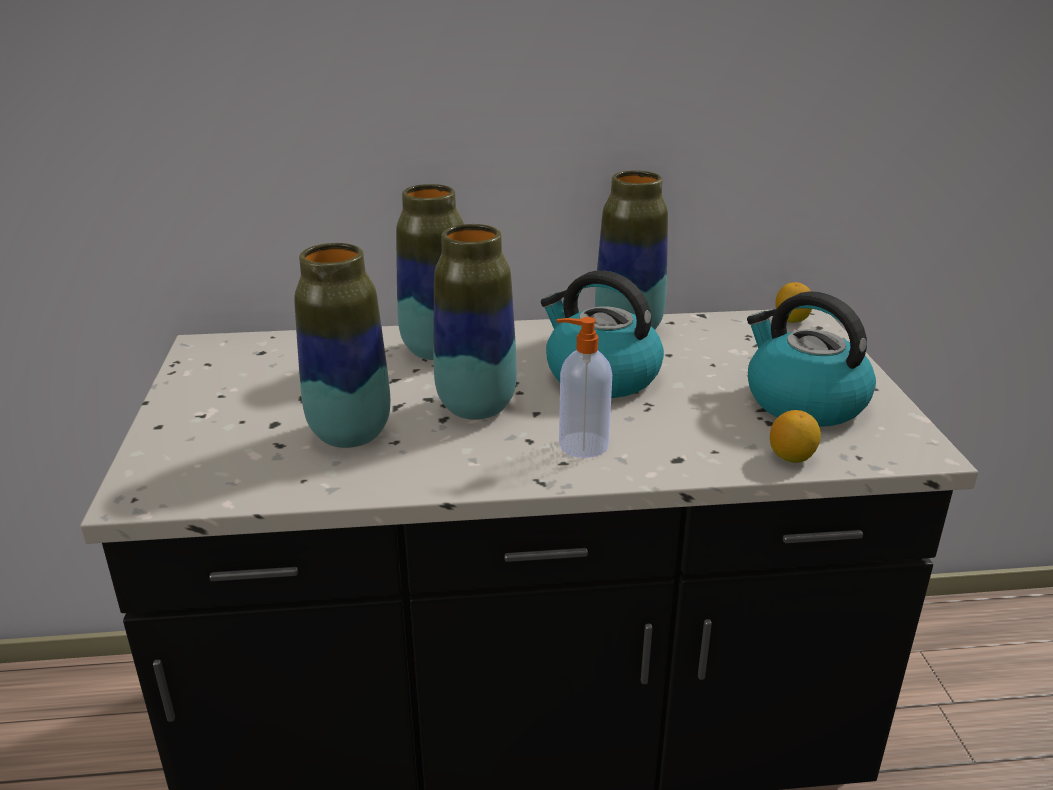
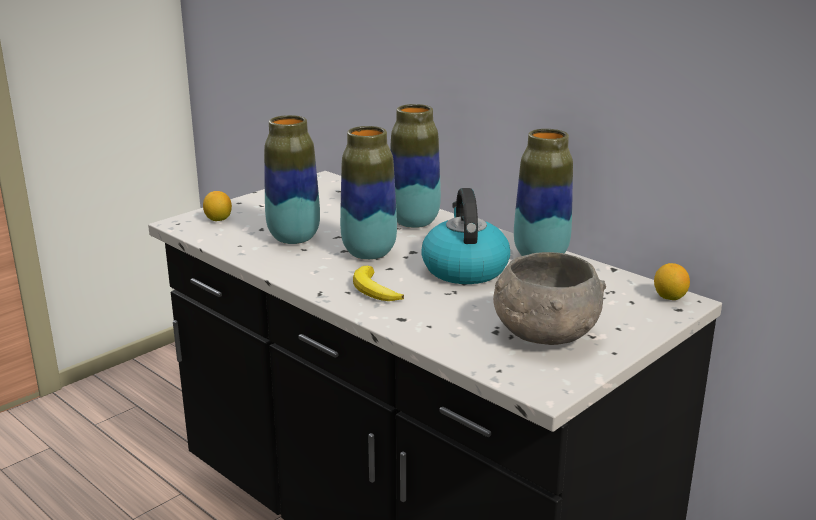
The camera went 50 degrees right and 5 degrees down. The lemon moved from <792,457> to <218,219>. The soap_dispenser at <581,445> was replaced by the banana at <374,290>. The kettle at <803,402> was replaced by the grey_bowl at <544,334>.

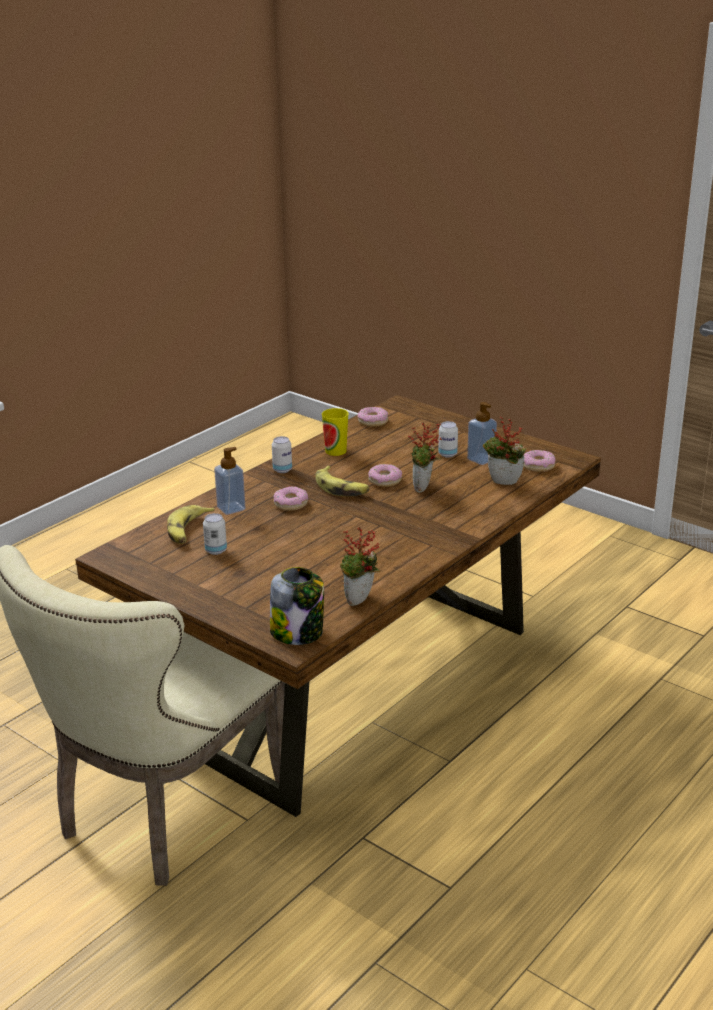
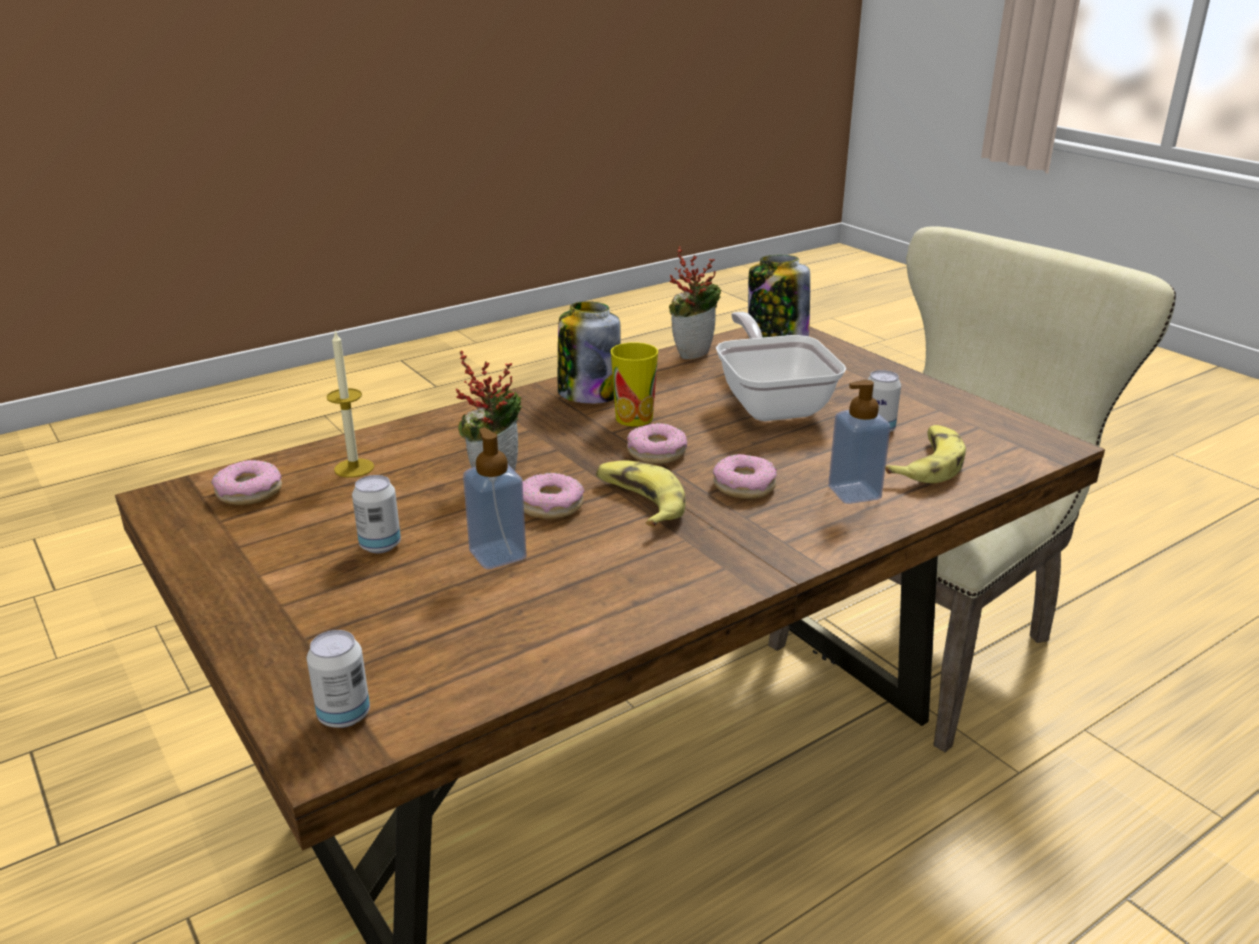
The camera went 165 degrees left and 0 degrees up. The can moved from <282,470> to <344,715>. The potted_plant at <503,484> was replaced by the candle at <354,468>. The soap_dispenser moved from <481,459> to <497,555>. The jar at <588,394> appeared. The cup moved from <335,451> to <634,418>. The donut moved from <373,421> to <656,452>. The frying_pan at <772,403> appeared.

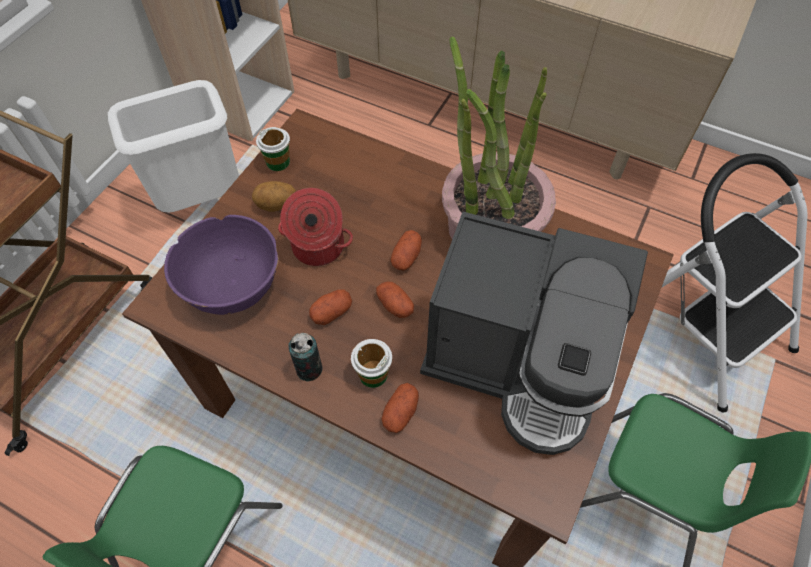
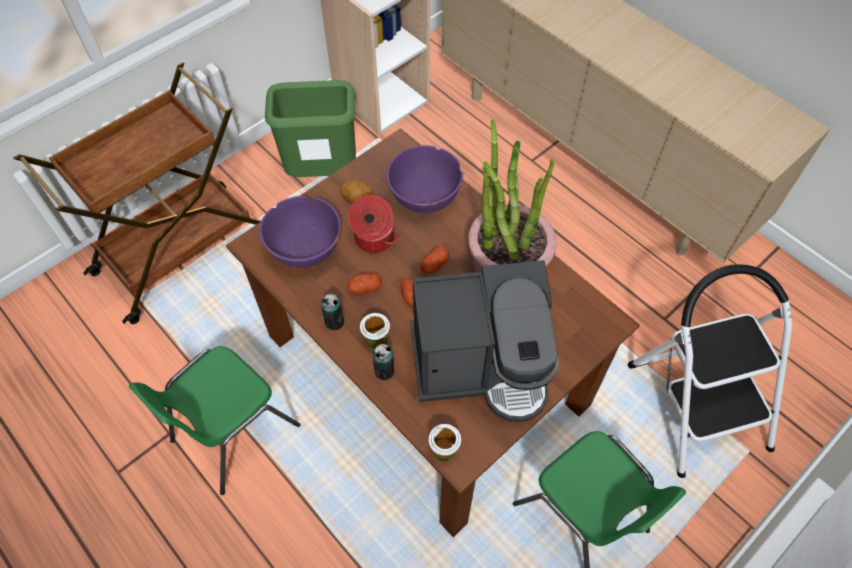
The camera went 20 degrees right and 0 degrees up. The white_trash_can at <203,201> became the green_trash_can at <323,174>. The potato at <400,412> was replaced by the can at <384,371>. The purple_bowl at <424,195> appeared. The coffee_machine at <518,362> turned 45 degrees counterclockwise. The cup moved from <278,162> to <444,450>.

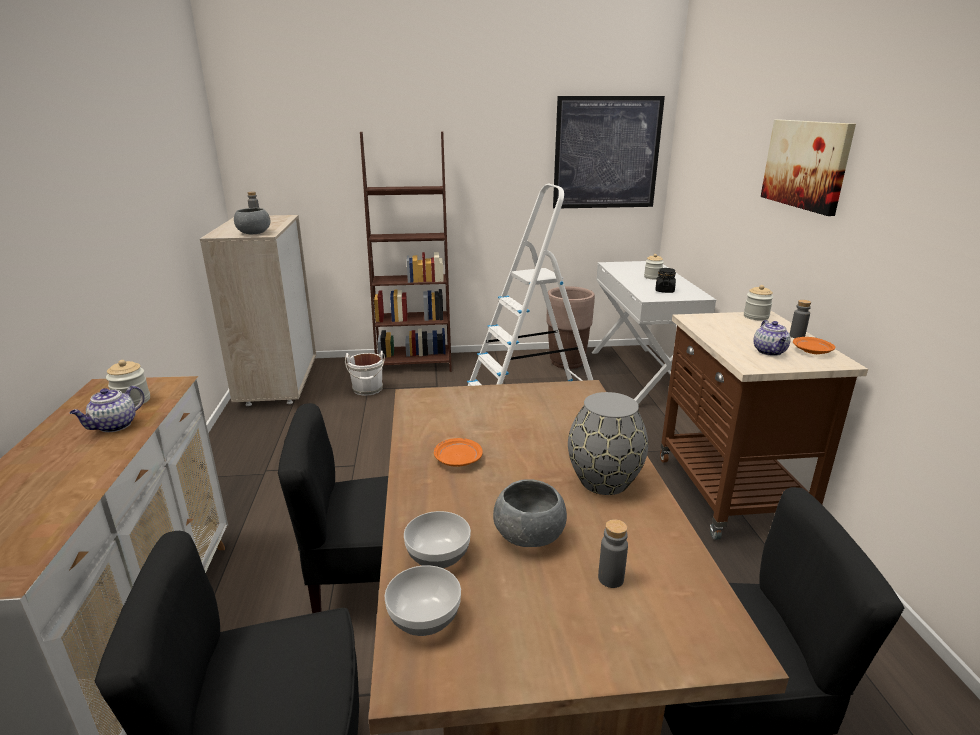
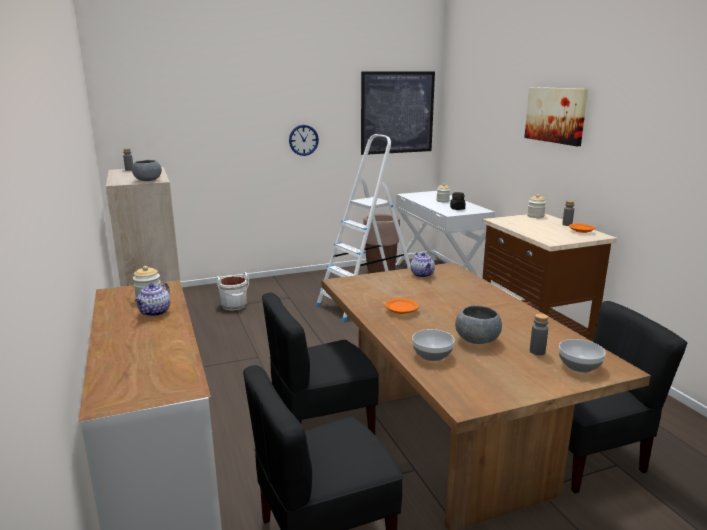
The camera went 15 degrees left and 5 degrees down. The wall_clock at <303,140> appeared. The teapot moved from <770,352> to <422,275>. The bowl moved from <425,618> to <580,366>. The brown_bookcase at <414,364> disappeared. The grey_vase at <604,480> disappeared.

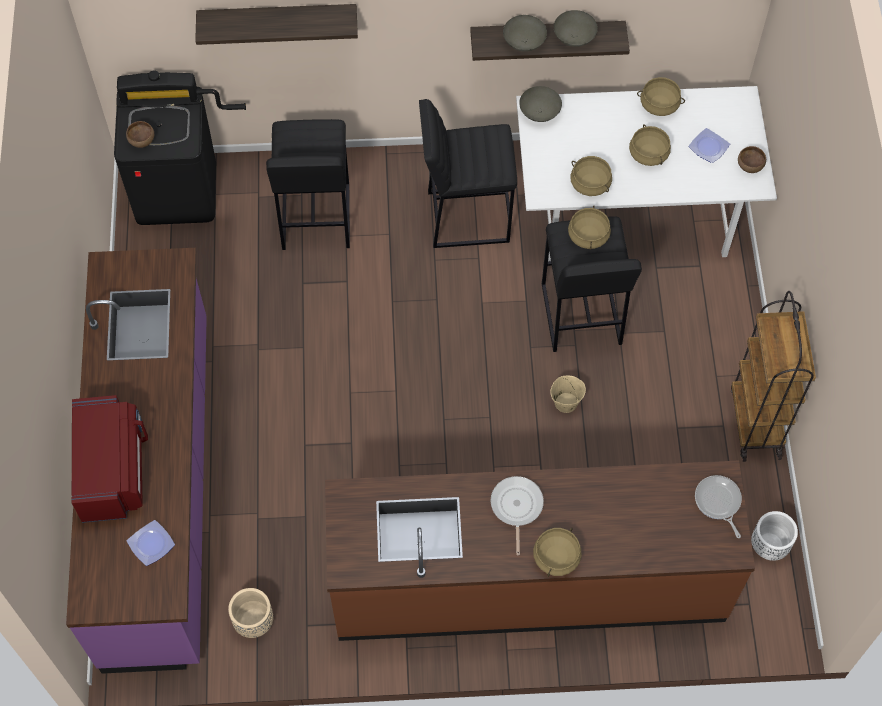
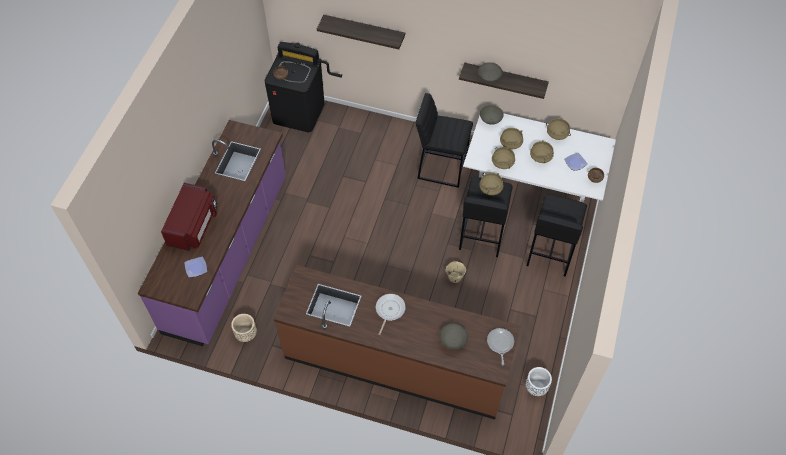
The camera went 20 degrees right and 5 degrees down. The grey_bowl moved from <574,37> to <453,340>. The beige_cooking_pot moved from <556,557> to <511,143>. The black_stool moved from <316,218> to <550,254>. The brown_cart at <756,422> disappeared.

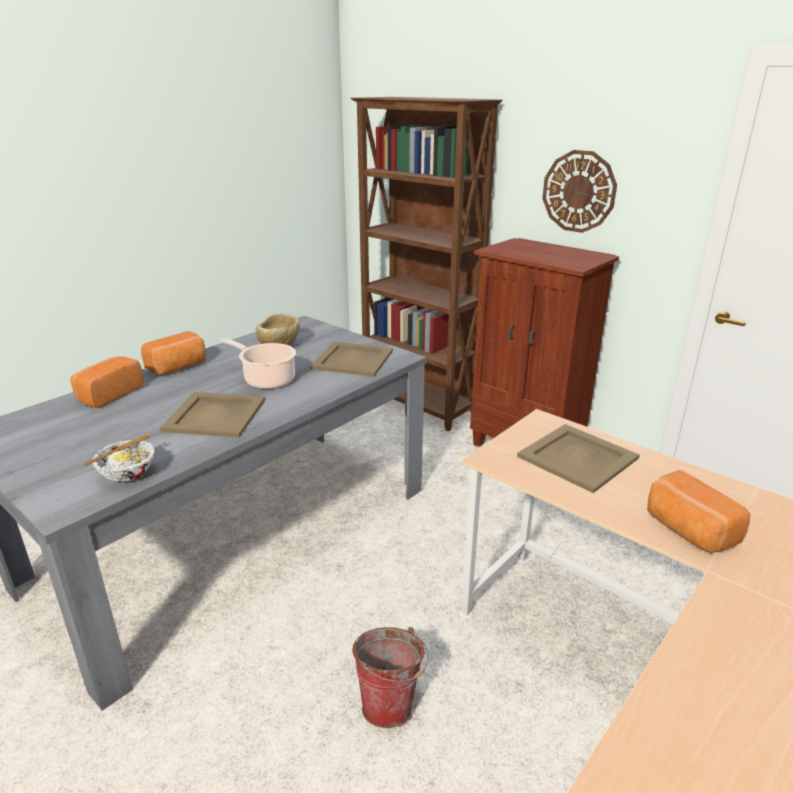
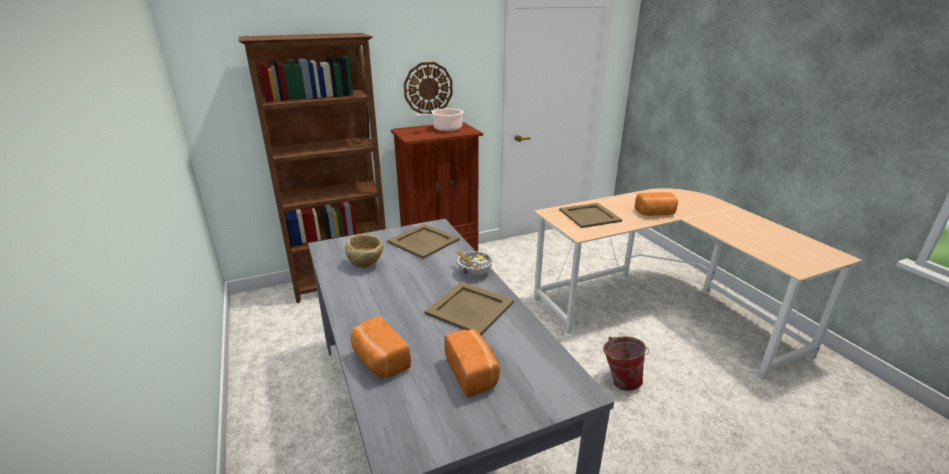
The camera went 65 degrees left and 0 degrees up. The cooking_pot moved from <267,379> to <445,129>. The bread moved from <178,367> to <473,373>. The bowl moved from <128,474> to <474,272>.

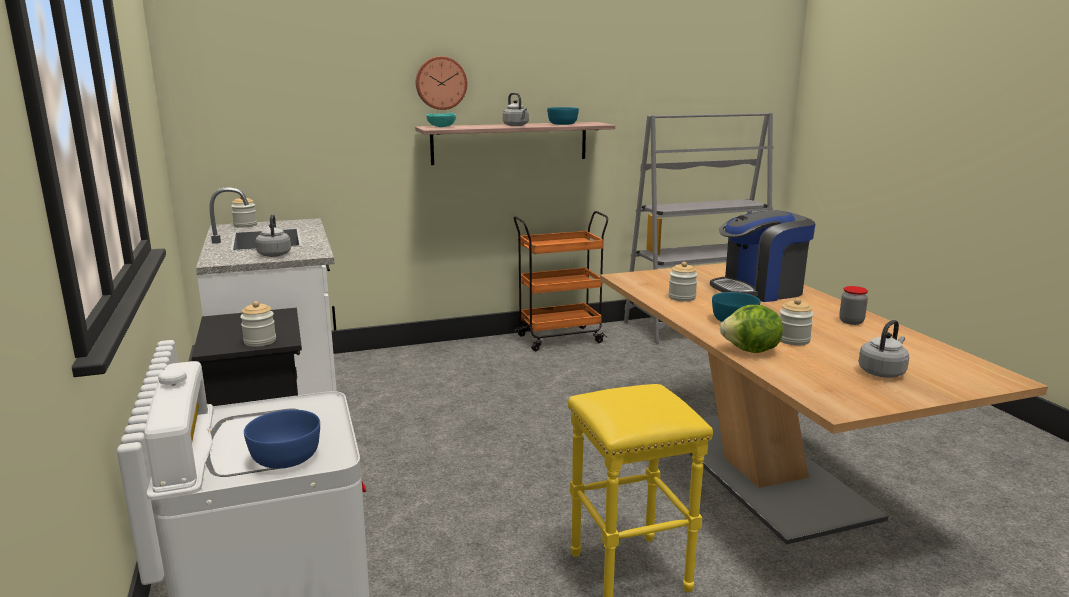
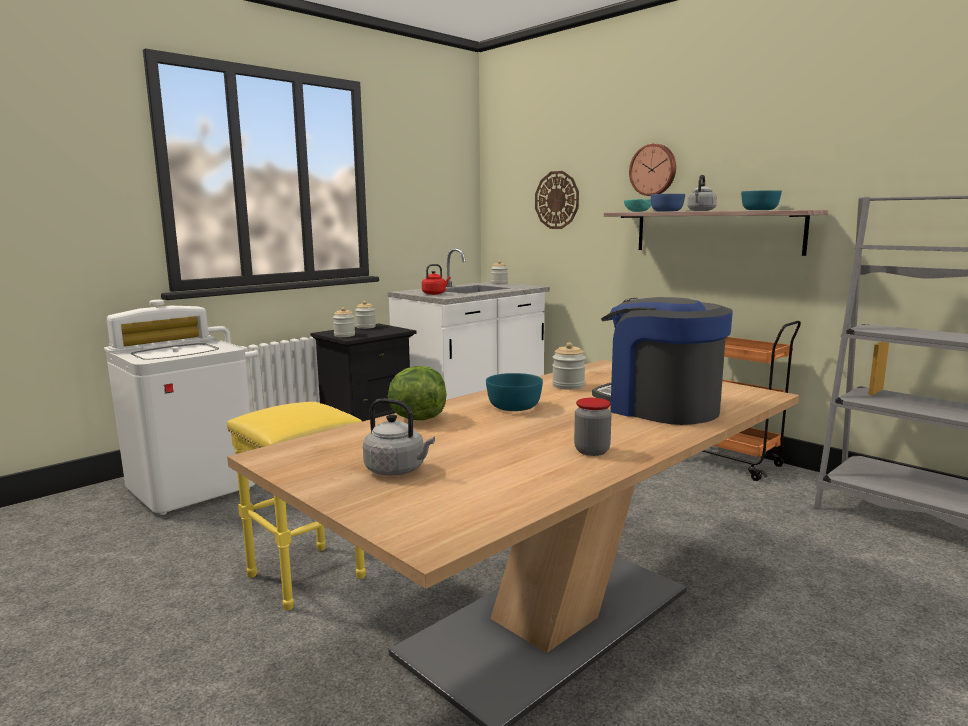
The camera went 65 degrees right and 5 degrees down. The jar moved from <793,340> to <366,327>. The grey_kettle at <274,254> became the red_kettle at <435,293>. The wall_clock at <557,200> appeared. The blue_bowl moved from <284,458> to <666,211>.

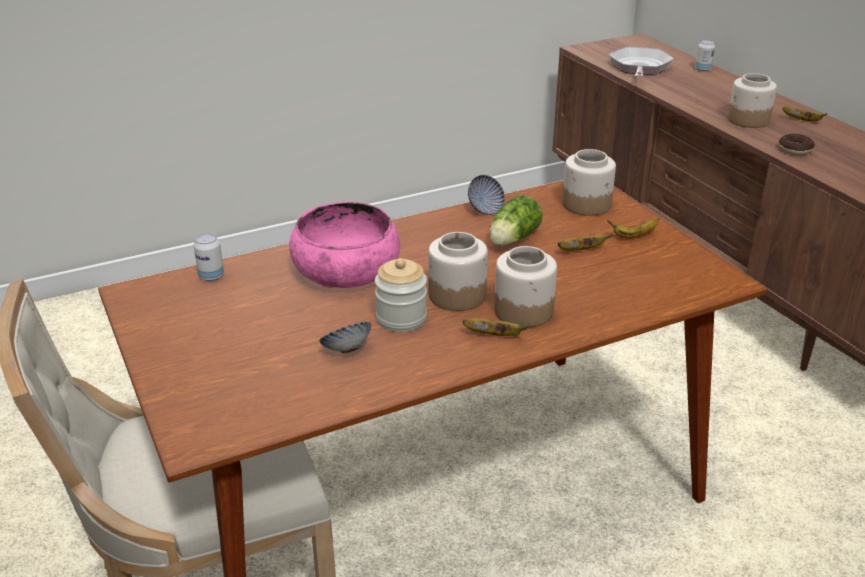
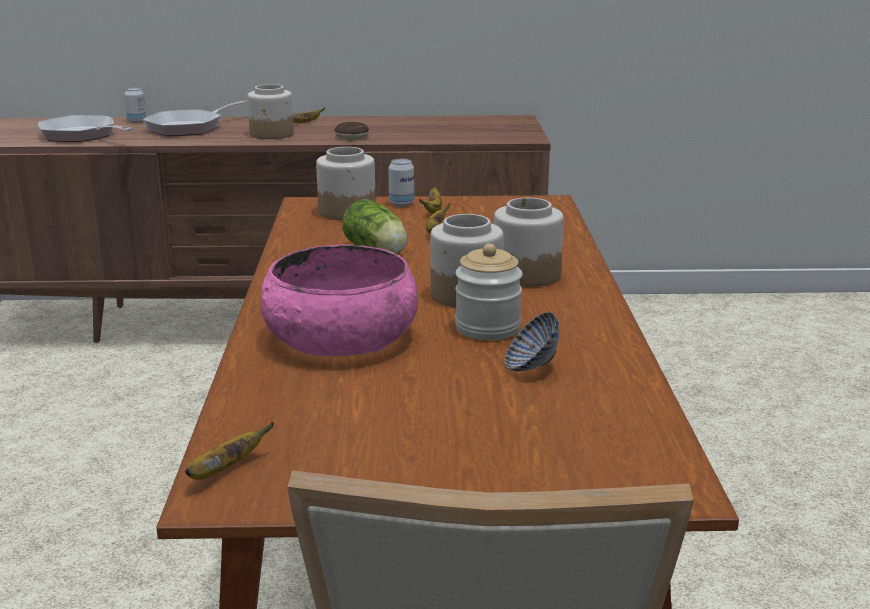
The camera went 65 degrees left and 10 degrees down. The frying_pan at <190,128> appeared. The banana moved from <494,335> to <225,470>. The can moved from <211,276> to <401,204>. The bowl at <485,209> disappeared.

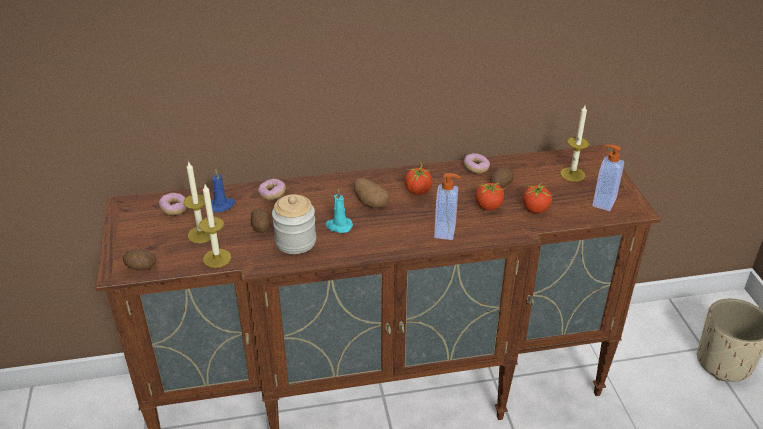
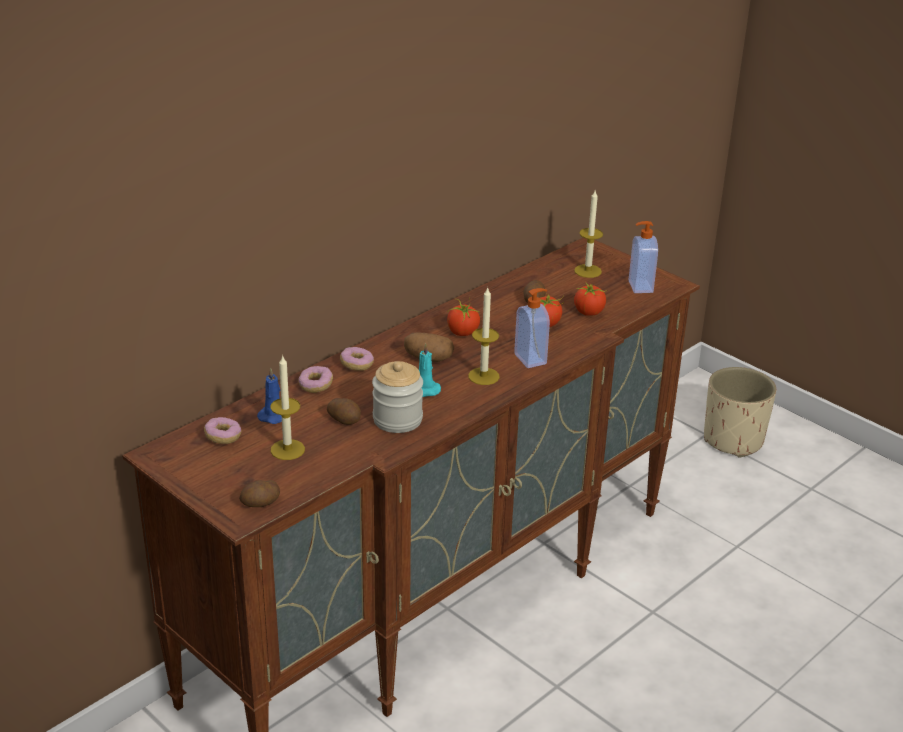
The camera went 35 degrees left and 5 degrees down. The donut moved from <476,168> to <357,365>. The candle moved from <217,258> to <483,376>.

